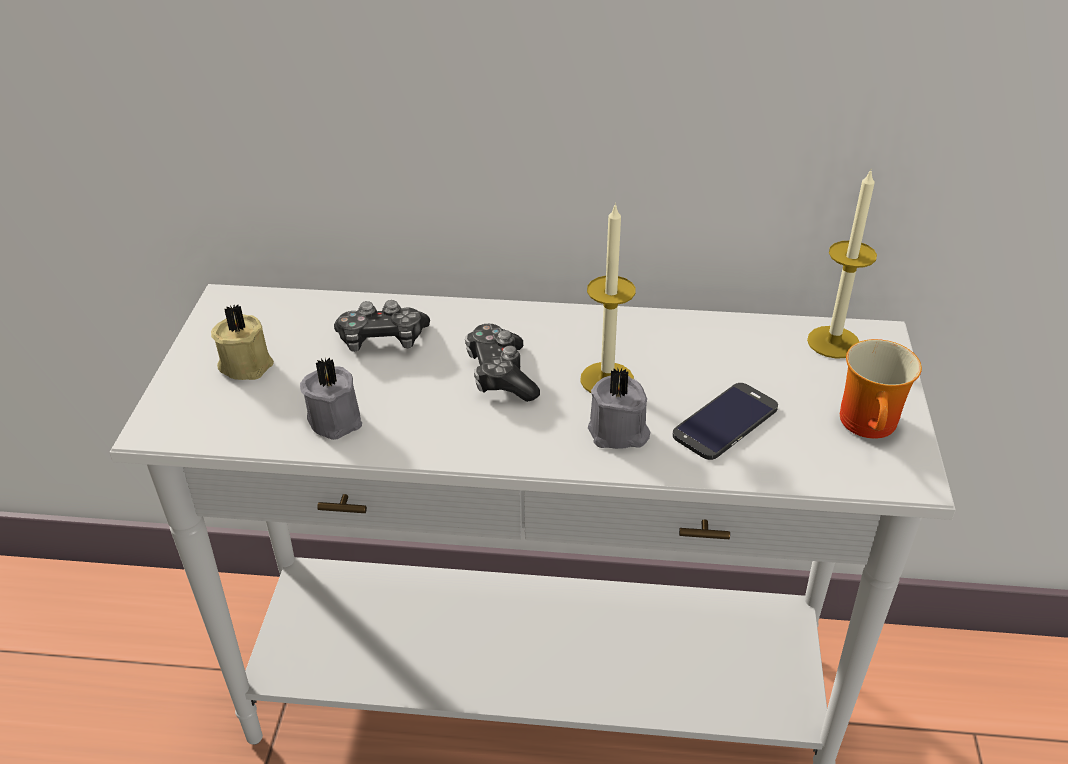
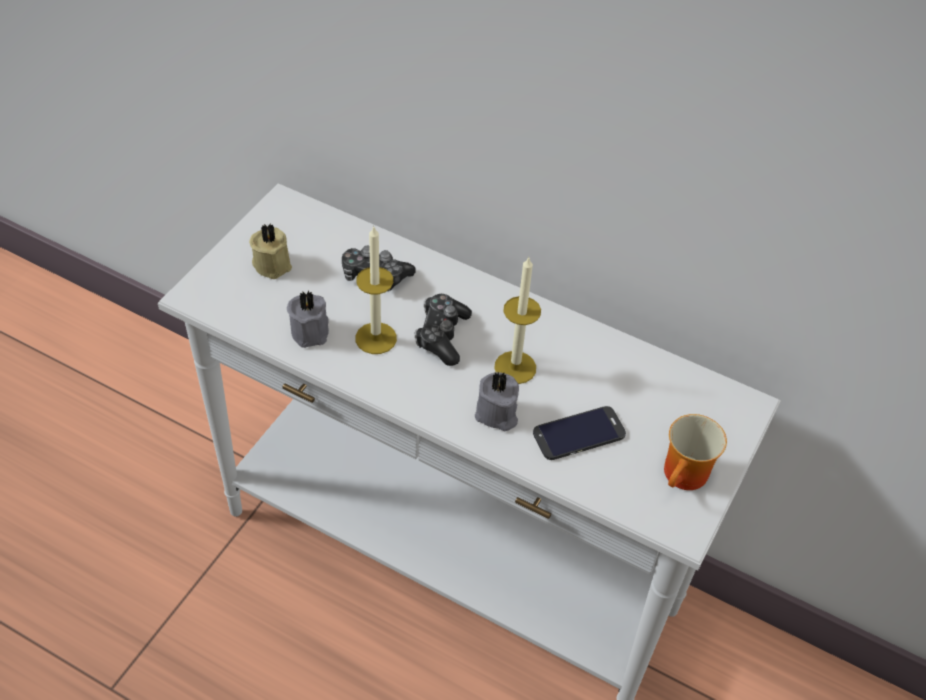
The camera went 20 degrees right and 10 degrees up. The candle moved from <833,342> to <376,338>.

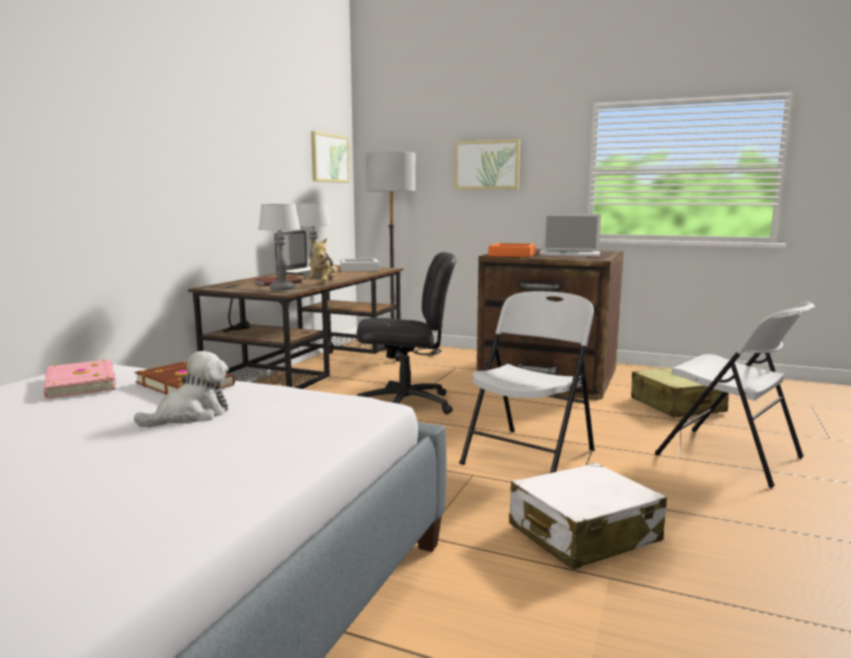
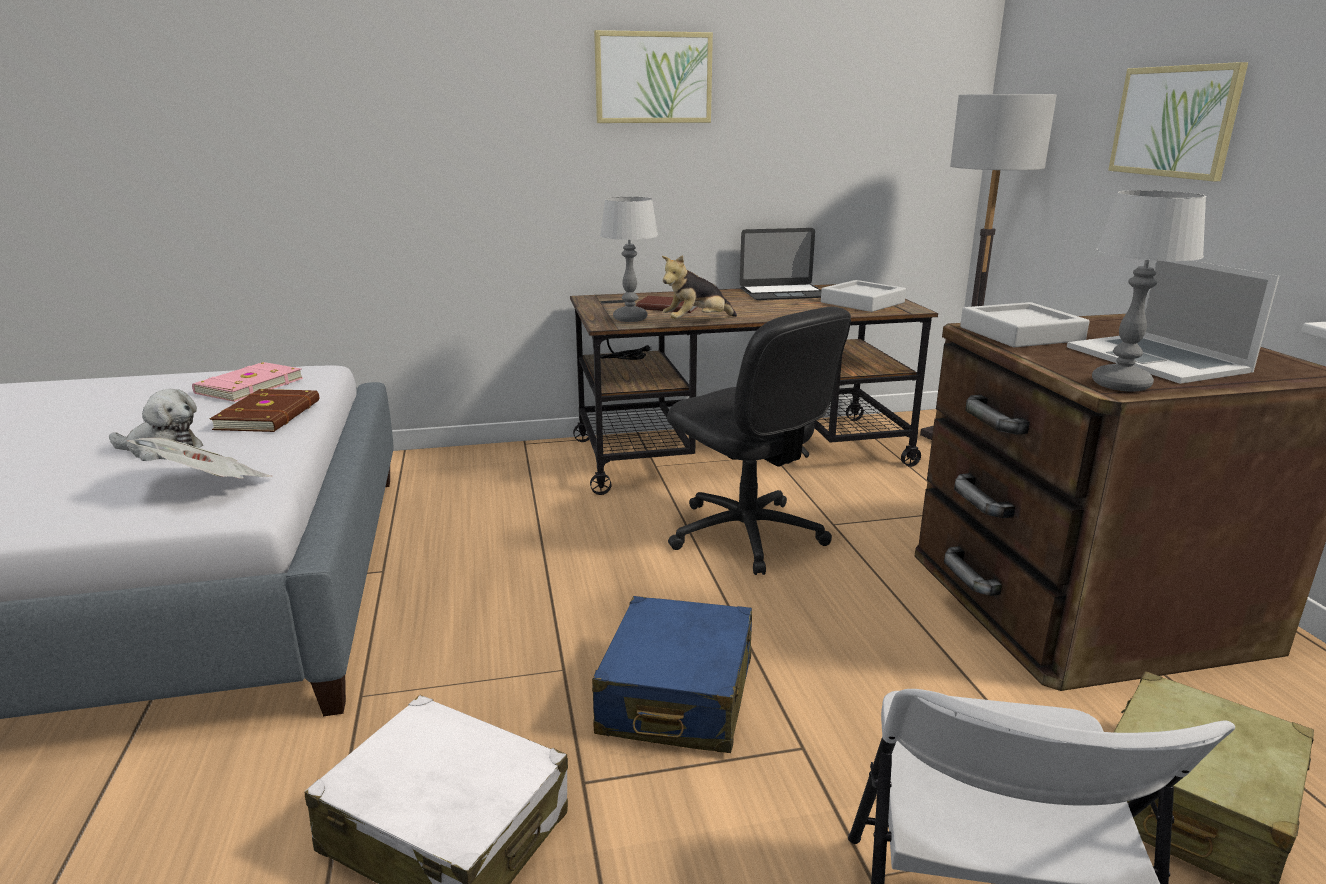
The camera went 55 degrees right and 10 degrees up. The newspaper at <209,486> appeared. The white_chair at <529,457> was replaced by the blue_suitcase at <677,696>. The picture moved from <329,158> to <653,78>. The orange_tray at <512,255> became the grey_tray at <1021,334>. The table_lamp moved from <314,278> to <1120,384>.

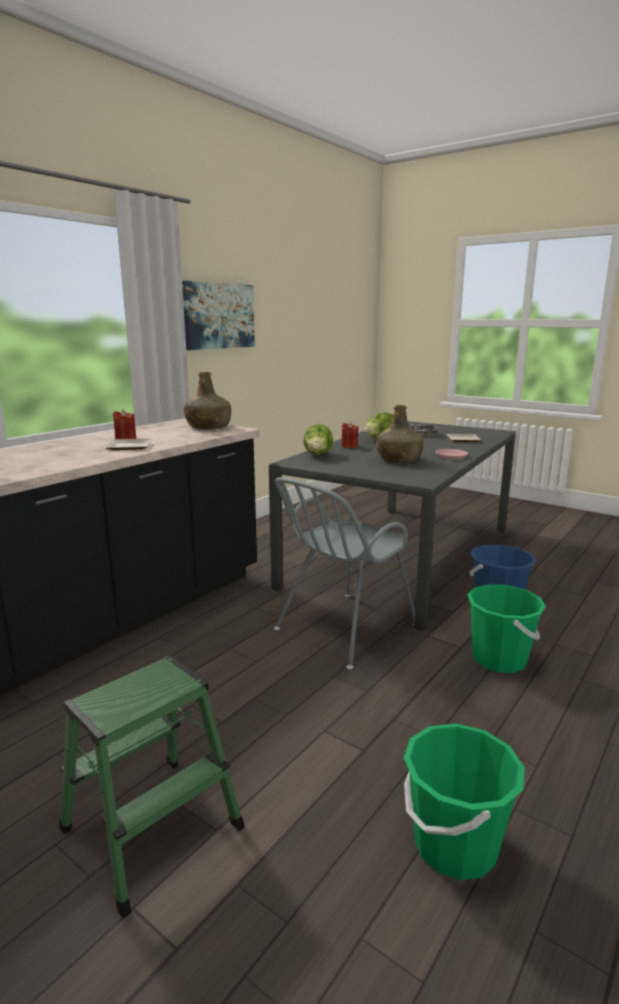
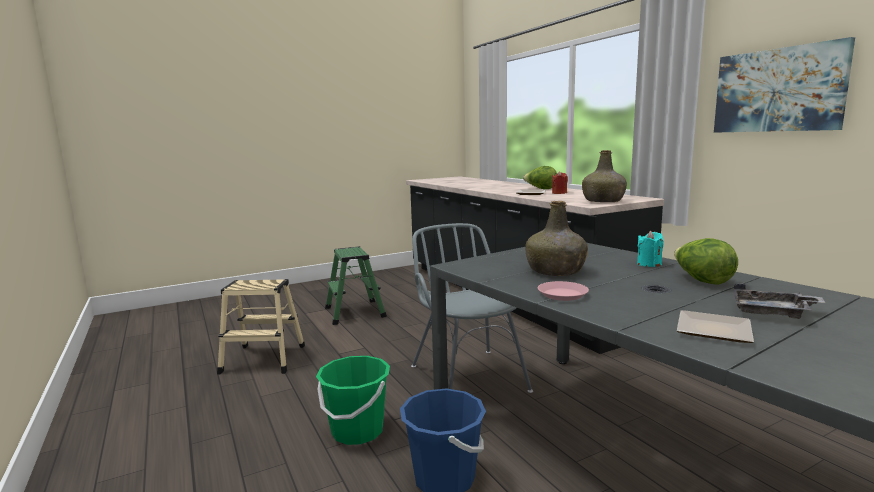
The camera went 115 degrees right and 5 degrees down. The green_bucket at <454,845> was replaced by the beige_step_ladder at <263,358>. The lettuce moved from <318,455> to <540,189>. The red_candle at <349,446> became the turquoise_candle at <649,264>.

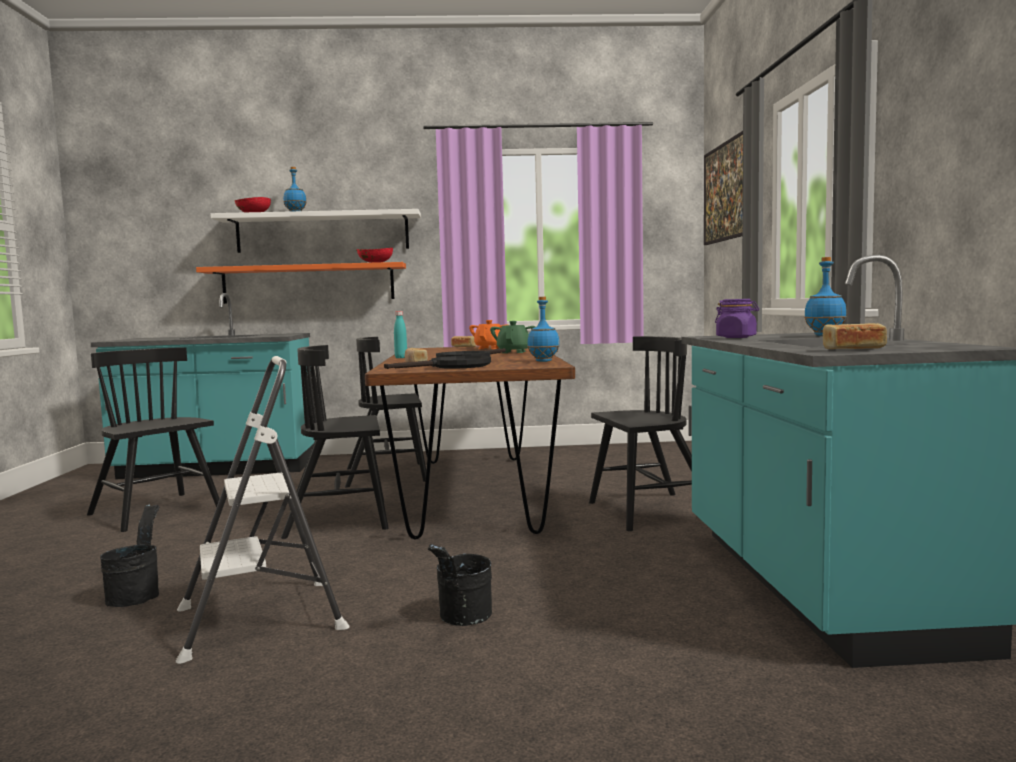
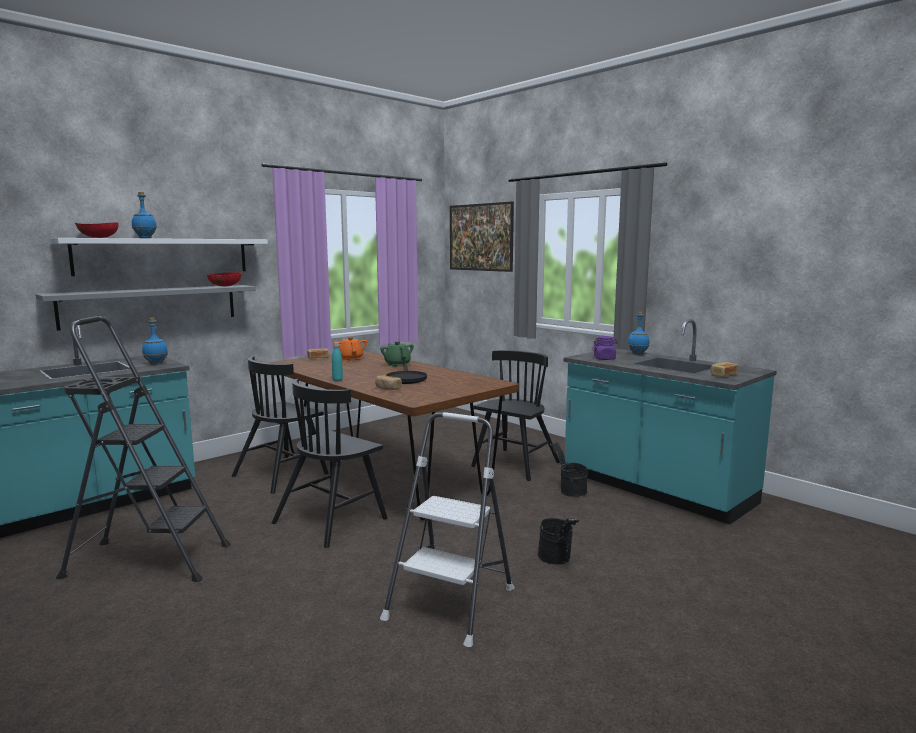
The camera went 40 degrees left and 5 degrees up. The orange_shelf at <308,283> became the grey_shelf at <151,306>. The black_chair at <158,512> was replaced by the step_ladder at <146,560>. The blue_bottle moved from <544,361> to <156,364>. The black_bucket moved from <137,595> to <569,490>. The black_frying_pan at <452,367> disappeared.

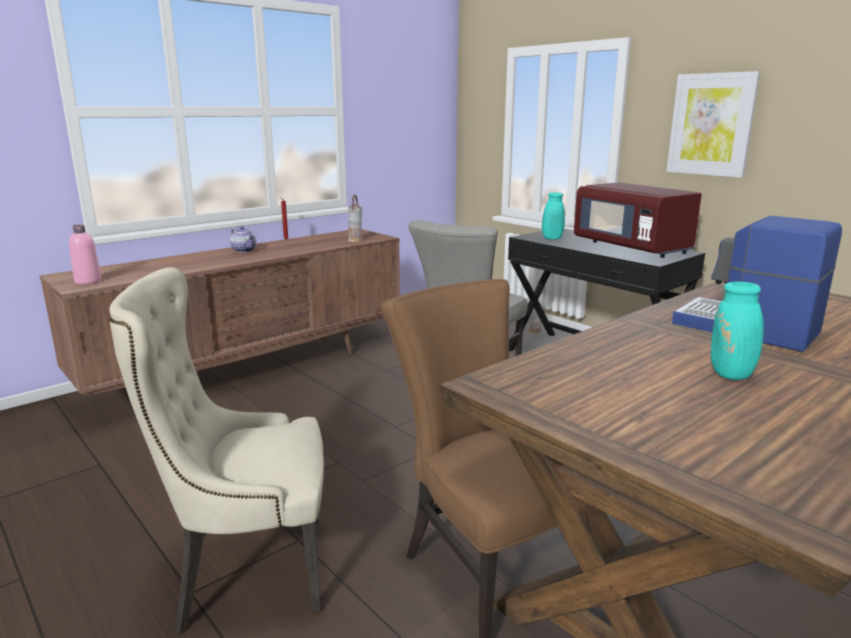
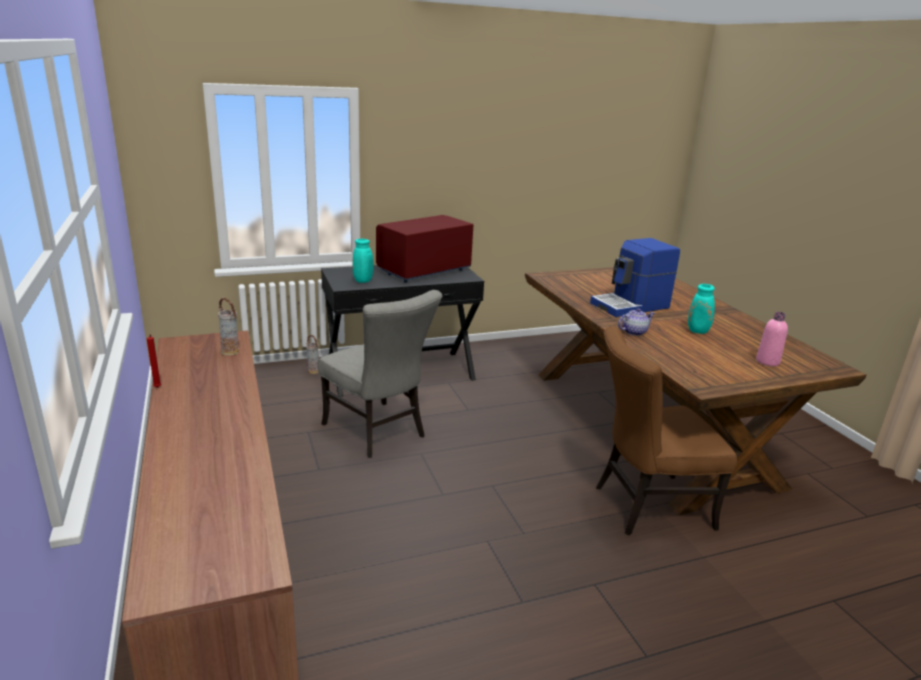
The camera went 70 degrees left and 5 degrees up. The red_microwave at <631,247> turned 150 degrees clockwise. The teapot moved from <244,250> to <634,332>. The pink_bottle moved from <88,281> to <767,361>. The beige_chair at <248,570> disappeared. The picture at <711,124> disappeared.

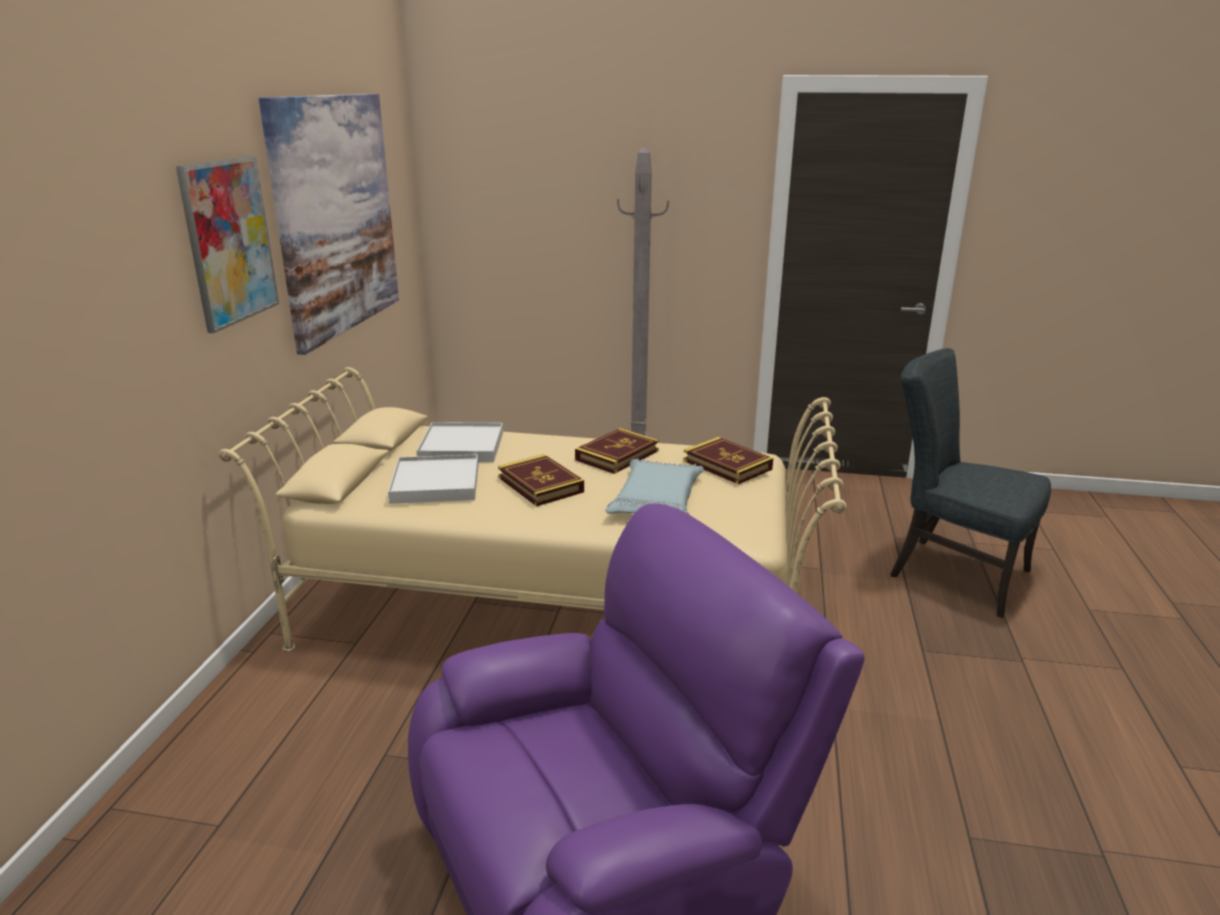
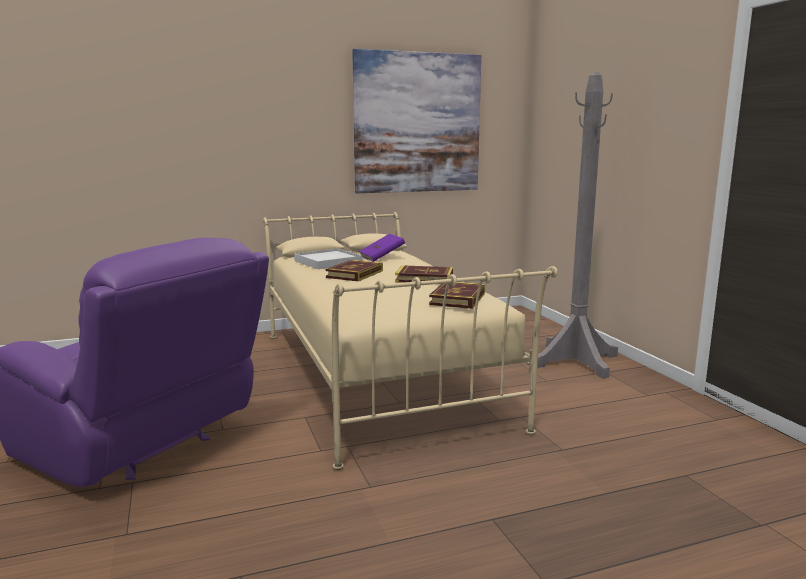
The camera went 60 degrees right and 10 degrees down. The white_tray at <461,447> was replaced by the purple_book at <381,257>. The picture at <229,242> disappeared. The blue_pillow at <657,498> disappeared. The grey_chair at <950,571> disappeared.

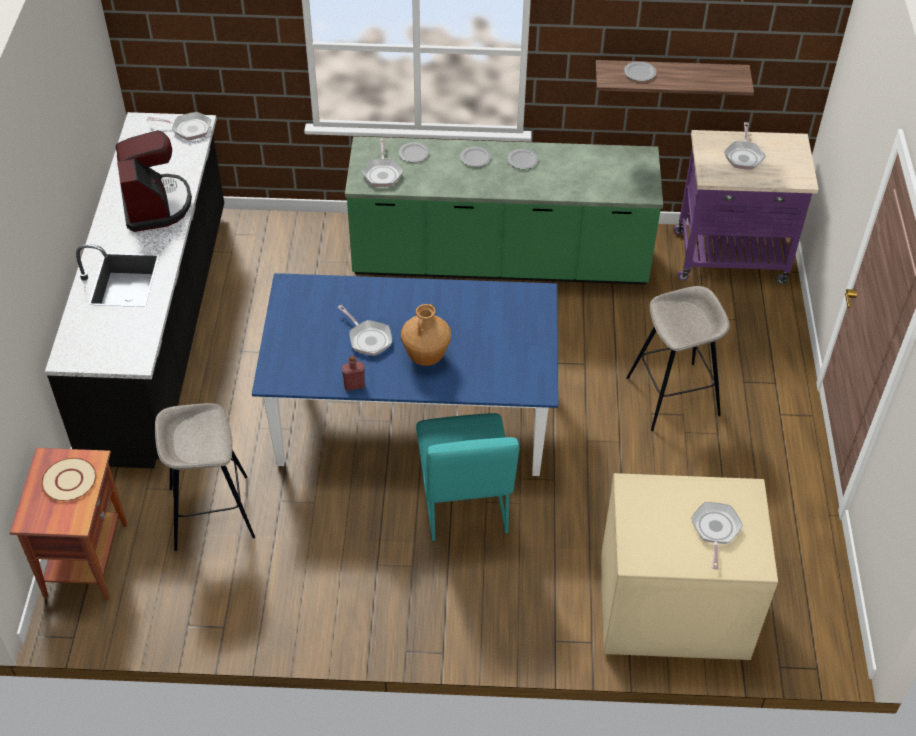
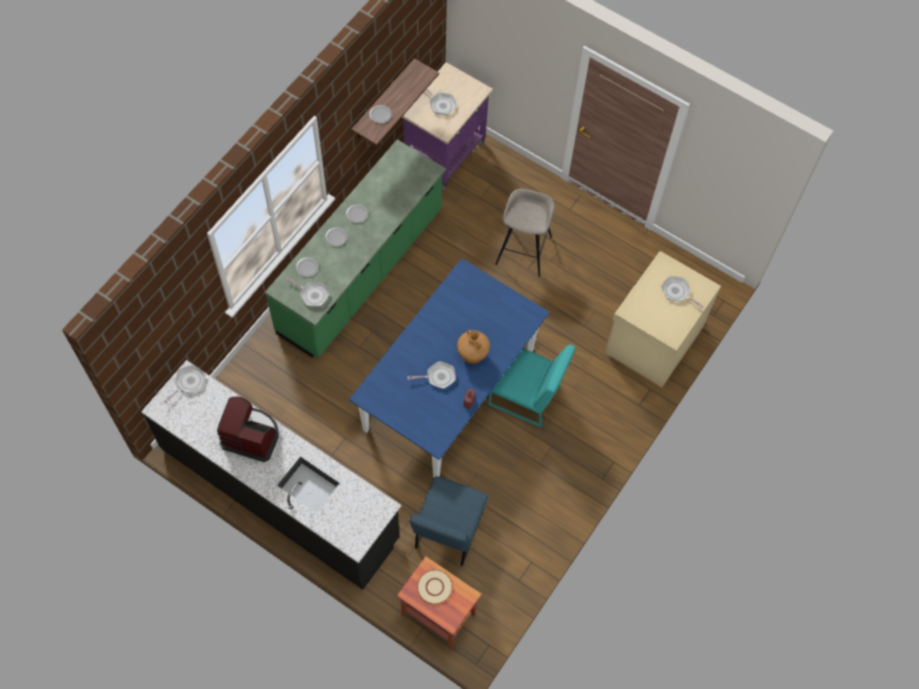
The camera went 60 degrees left and 15 degrees up. The grey_stool at <211,512> was replaced by the blue_chair at <447,531>.

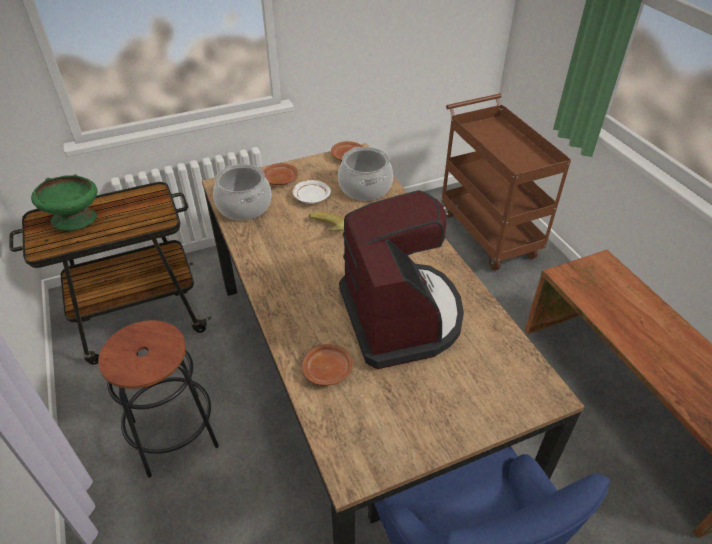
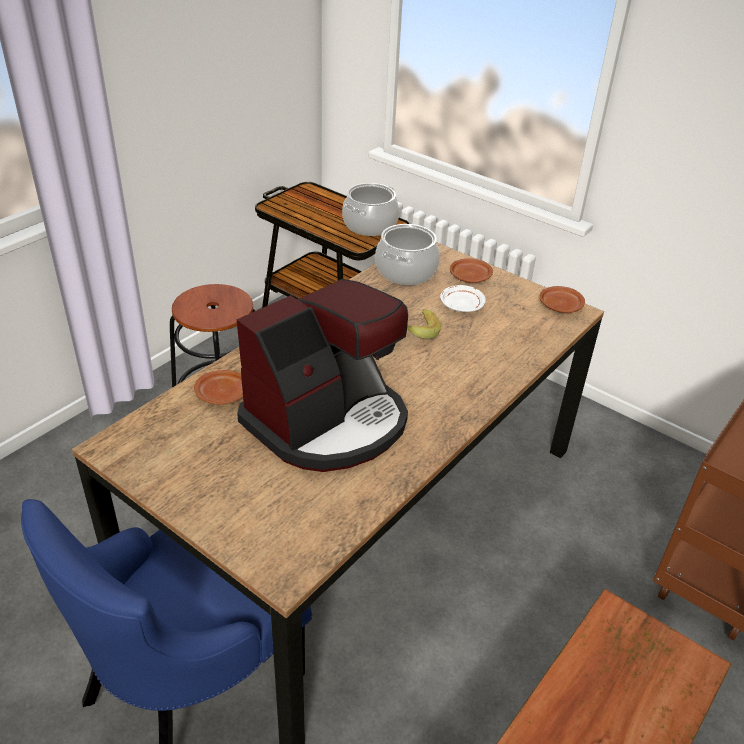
The camera went 60 degrees right and 5 degrees down. The cooking_pot moved from <364,188> to <369,225>. The green_bowl at <75,219> disappeared.

